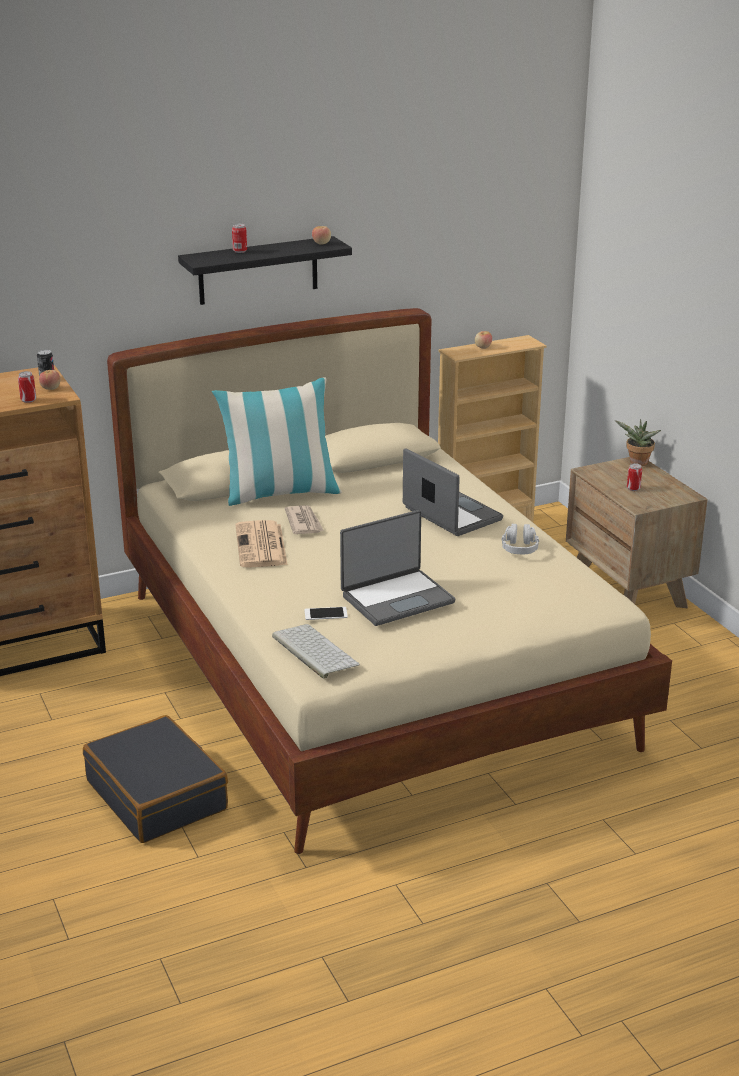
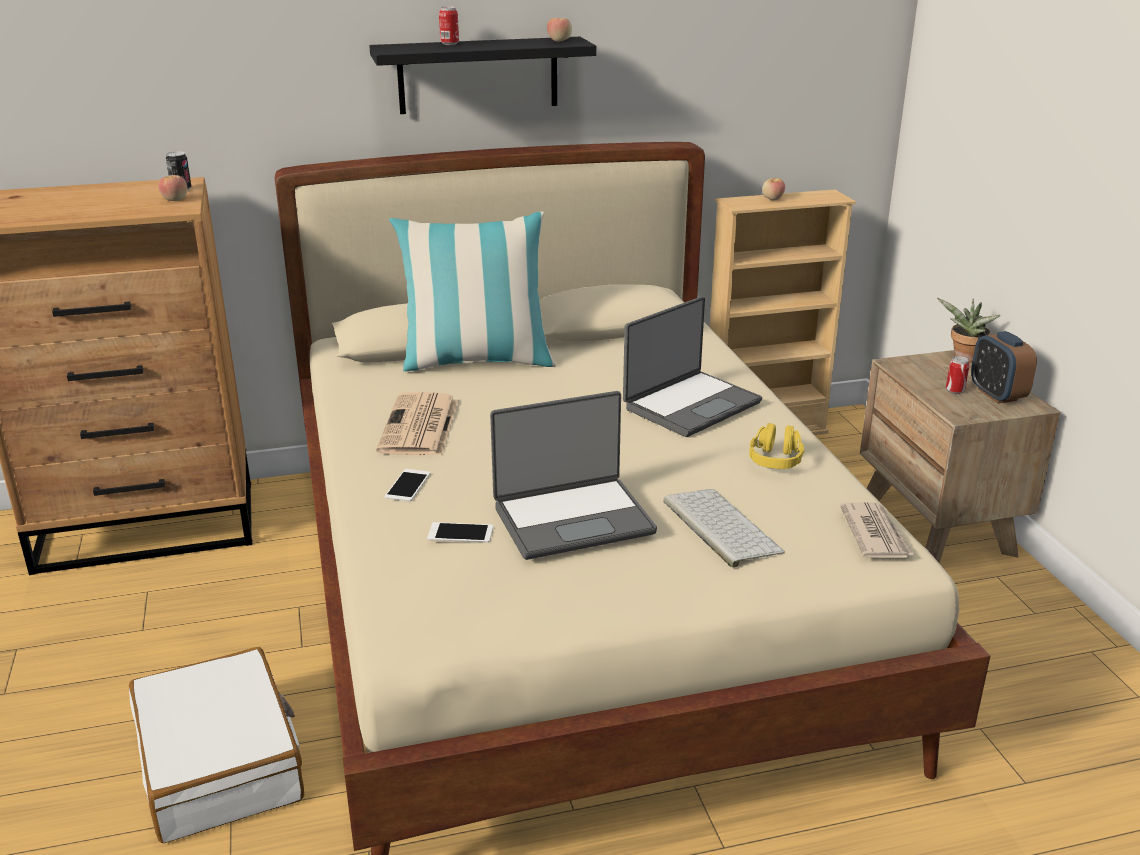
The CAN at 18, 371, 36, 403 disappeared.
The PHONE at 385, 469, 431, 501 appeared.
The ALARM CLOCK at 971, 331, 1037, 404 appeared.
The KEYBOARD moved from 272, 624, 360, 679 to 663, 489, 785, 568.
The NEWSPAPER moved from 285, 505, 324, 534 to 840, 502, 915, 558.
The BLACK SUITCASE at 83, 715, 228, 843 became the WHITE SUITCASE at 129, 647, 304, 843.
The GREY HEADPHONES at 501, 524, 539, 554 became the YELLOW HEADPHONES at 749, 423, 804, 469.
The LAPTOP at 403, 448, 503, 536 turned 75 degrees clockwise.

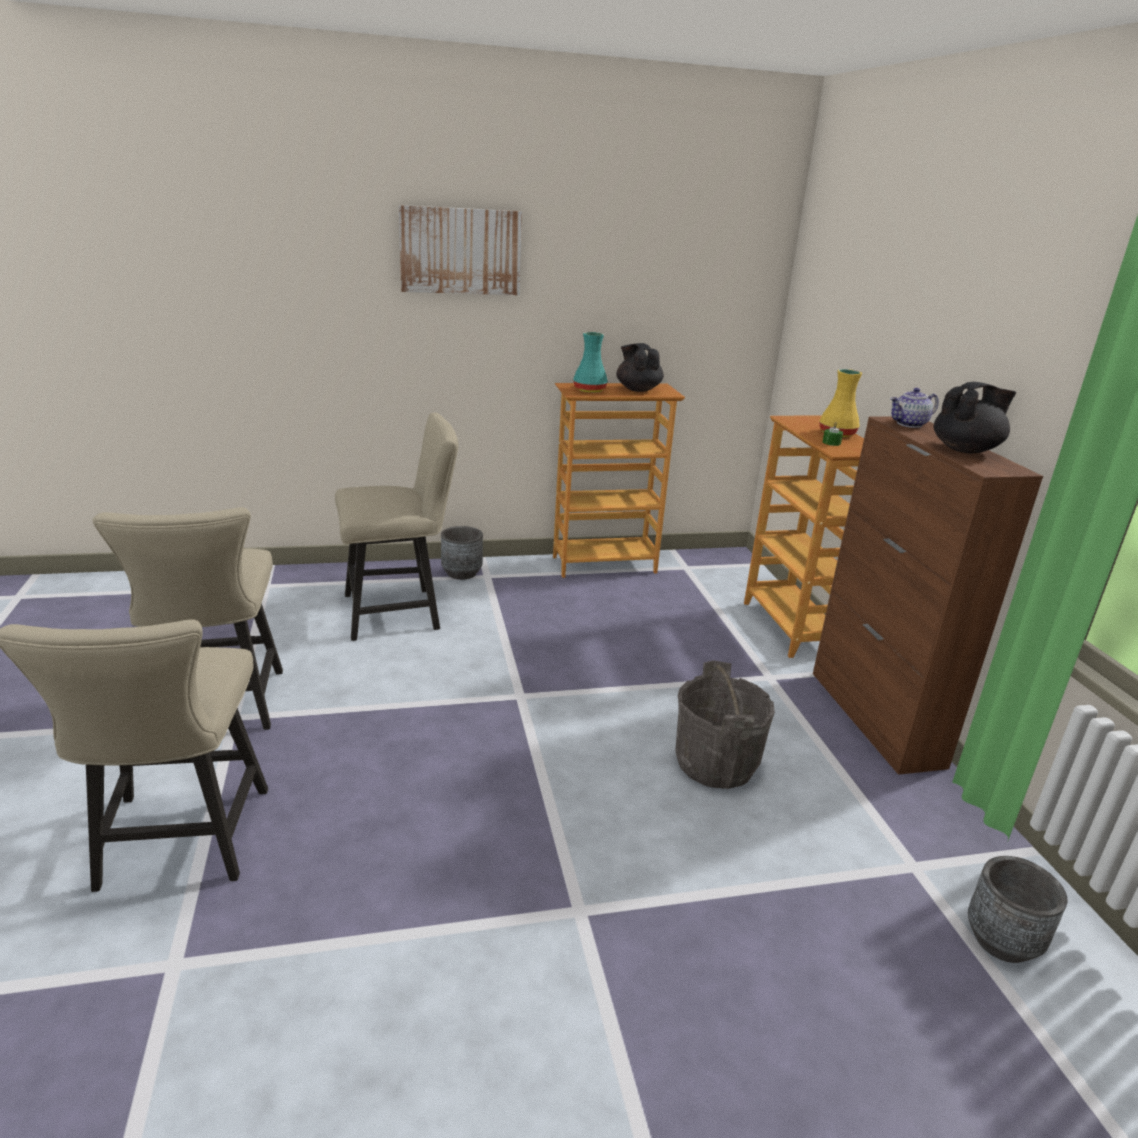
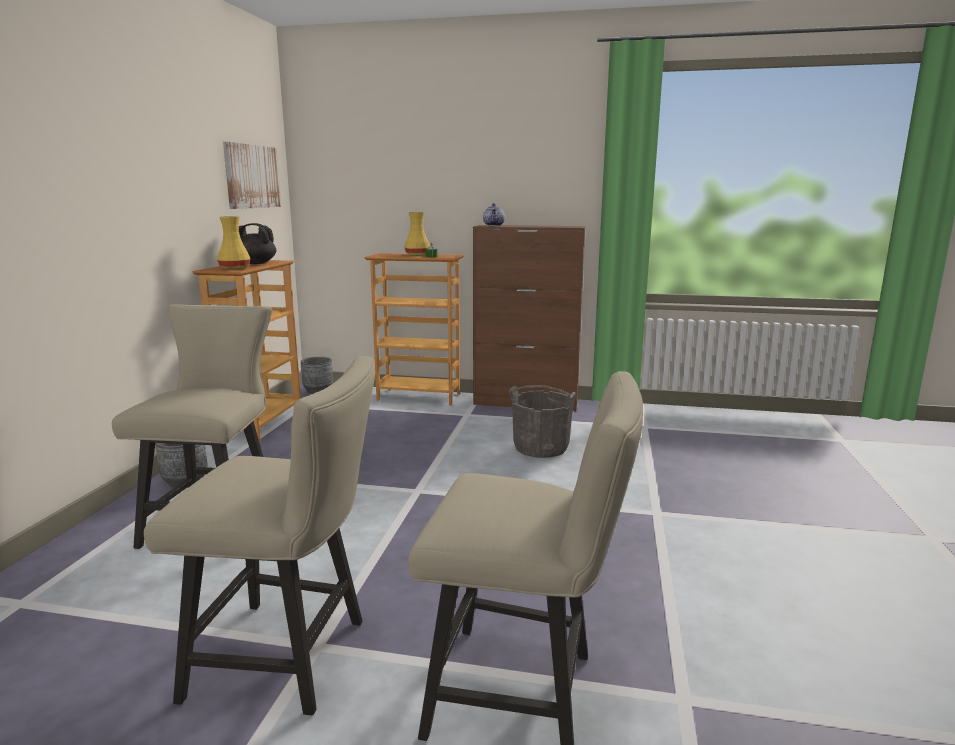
The BLACK TEAPOT at 933, 382, 1016, 453 disappeared.
The PICTURE moved from 399, 205, 522, 295 to 223, 142, 281, 209.
The GREY PLANTER moved from 968, 856, 1068, 963 to 301, 357, 333, 394.
The TURQUOISE VASE at 573, 332, 608, 393 became the YELLOW VASE at 217, 216, 250, 269.

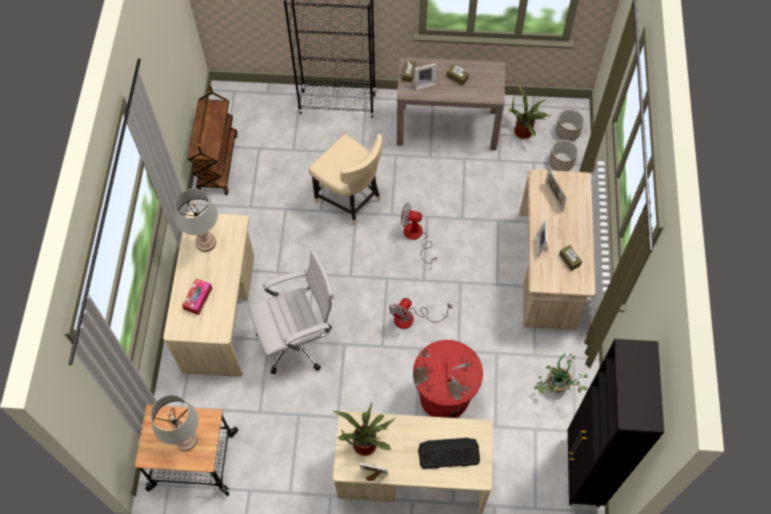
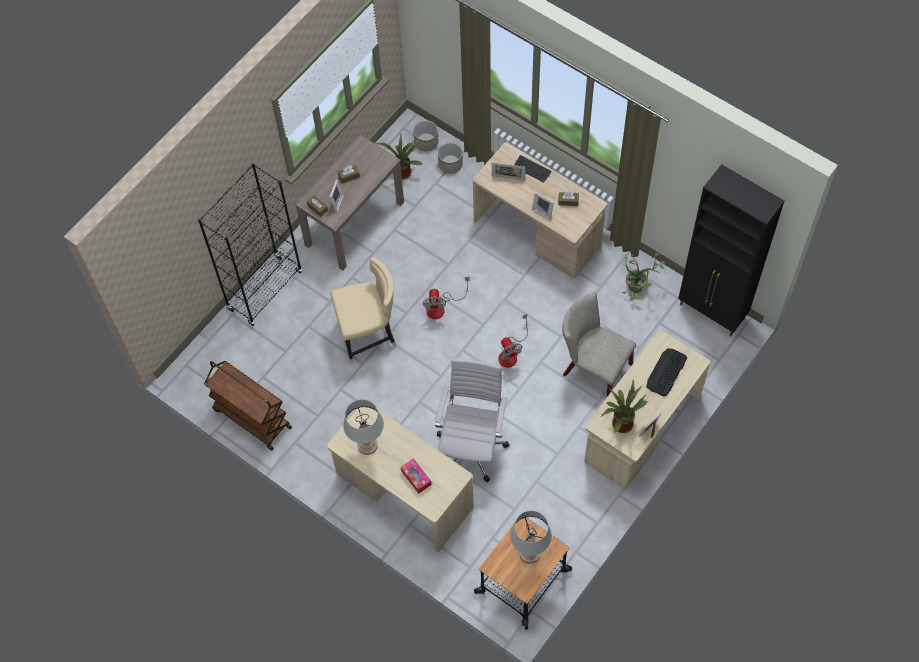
The KEYBOARD at 514, 155, 552, 183 appeared.
The RED TRASH CAN at 413, 340, 483, 418 was replaced by the BEIGE CHAIR at 562, 292, 636, 397.
The FAN at 401, 203, 437, 264 turned 45 degrees counterclockwise.

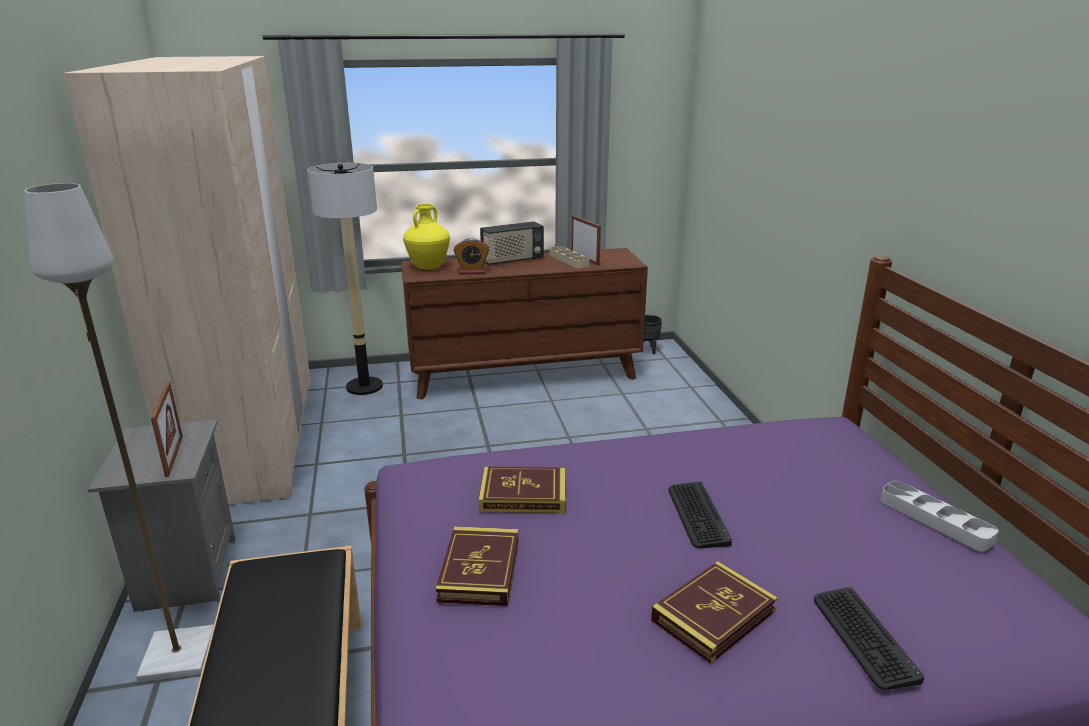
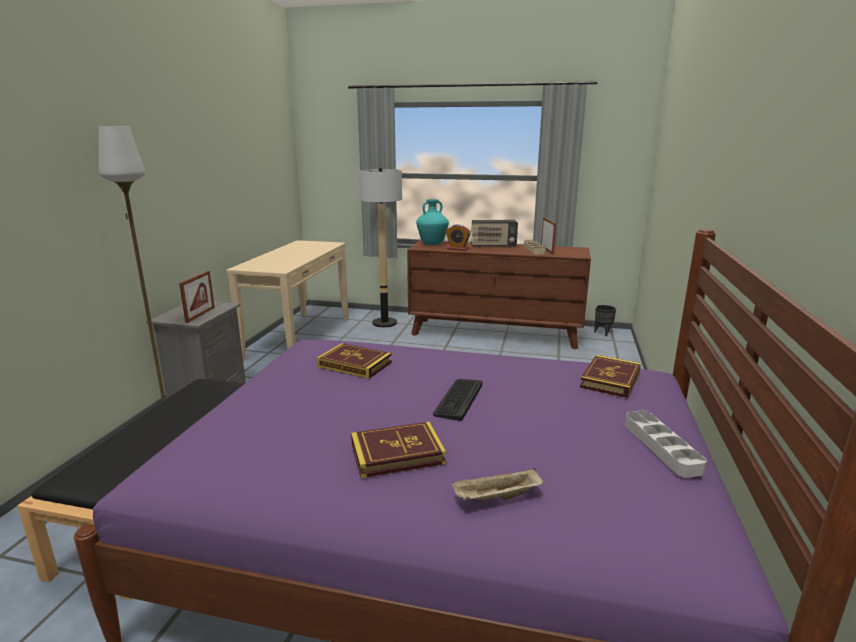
The BOOK moved from 436, 526, 518, 606 to 580, 355, 641, 398.
The BEIGE WARDROBE at 64, 56, 311, 505 was replaced by the BEIGE CONSOLE TABLE at 226, 240, 349, 361.
The KEYBOARD at 814, 587, 924, 690 was replaced by the BEIGE TRAY at 452, 468, 543, 501.
The YELLOW VASE at 403, 204, 450, 270 became the TURQUOISE VASE at 416, 199, 449, 245.

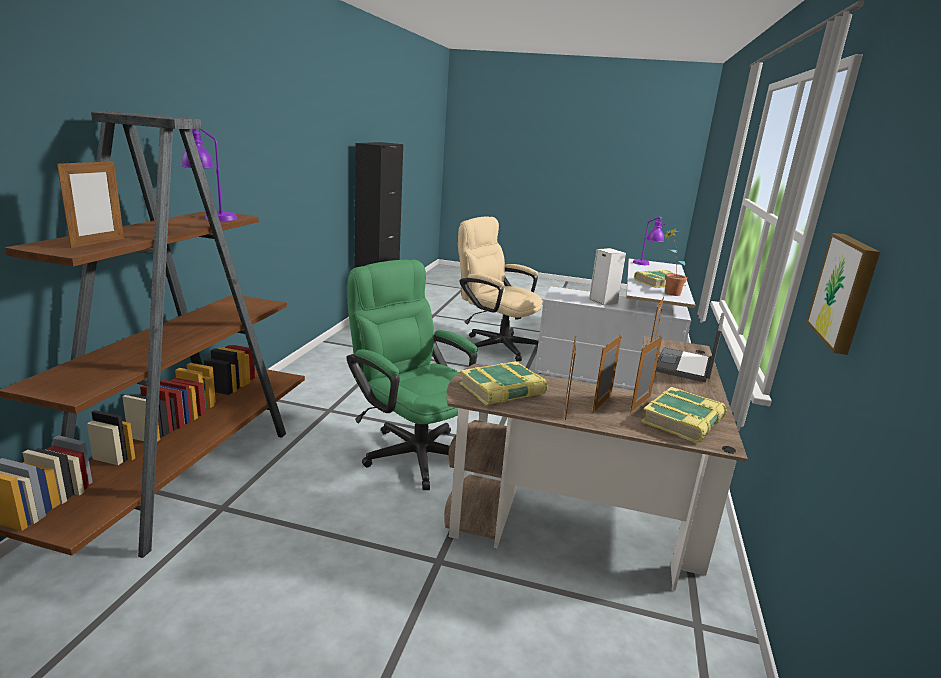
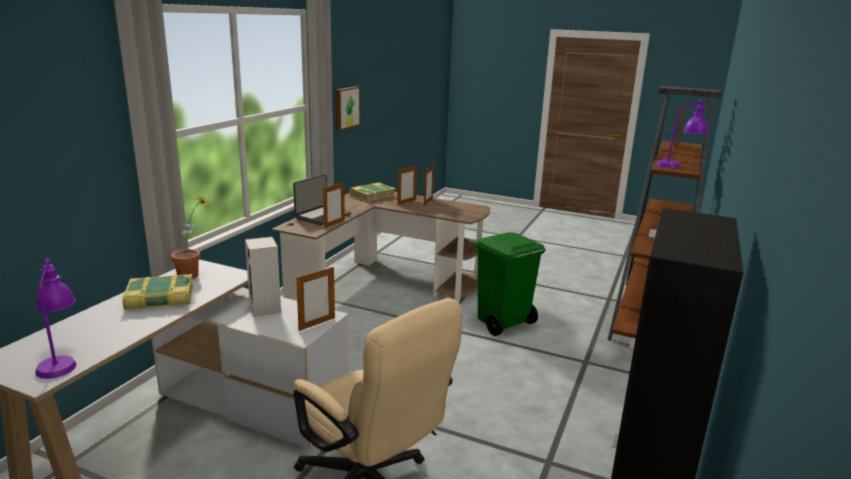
The BOOK at 460, 361, 547, 405 disappeared.
The PICTURE FRAME moved from 630, 336, 662, 412 to 296, 266, 335, 331.
The GREEN OFFICE CHAIR at 346, 260, 477, 490 was replaced by the GREEN TRASH CAN at 475, 232, 546, 336.

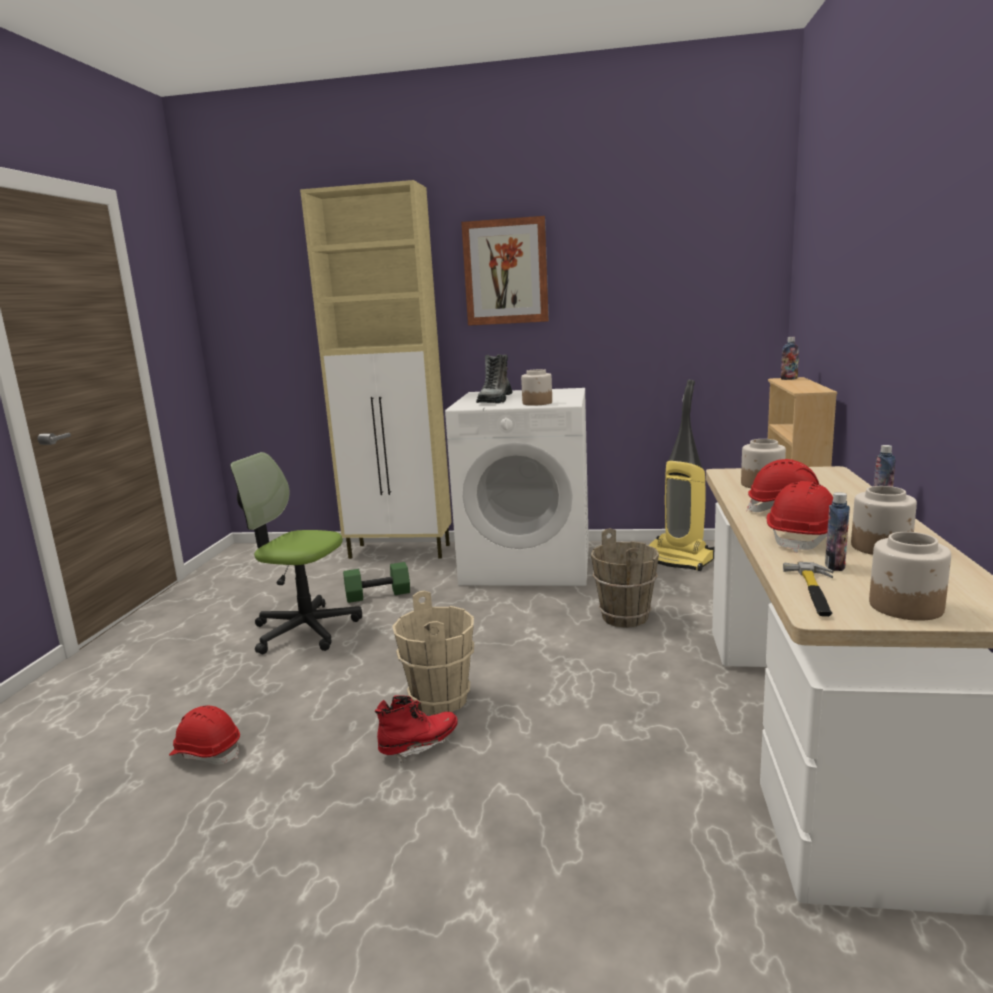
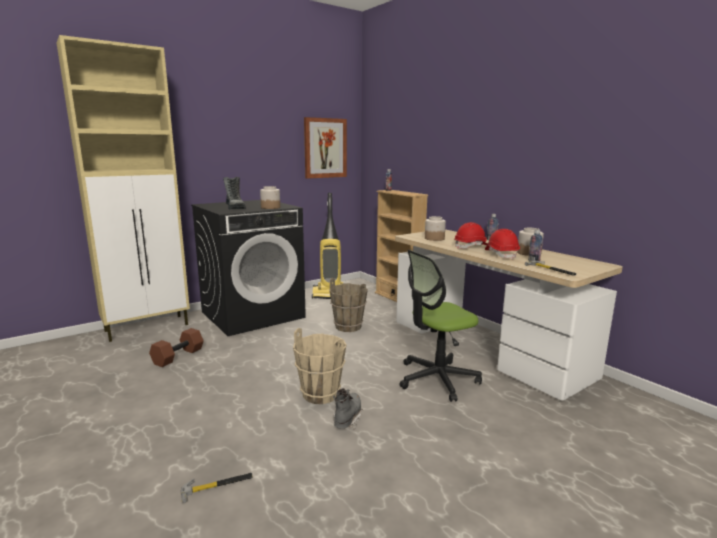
The JAR at 869, 532, 951, 621 disappeared.
The OFFICE CHAIR moved from 230, 452, 362, 654 to 399, 250, 482, 402.
The PICTURE moved from 461, 216, 549, 326 to 304, 117, 347, 179.
The RED HARD HAT at 169, 705, 240, 765 was replaced by the HAMMER at 181, 473, 253, 503.
The GREEN DUMBBELL at 343, 562, 410, 603 became the BROWN DUMBBELL at 149, 328, 204, 367.
The RED BOOT at 375, 695, 458, 764 became the GREY BOOT at 333, 388, 363, 429.
The WHITE WASHING MACHINE at 445, 388, 589, 586 became the BLACK WASHING MACHINE at 191, 200, 306, 336.

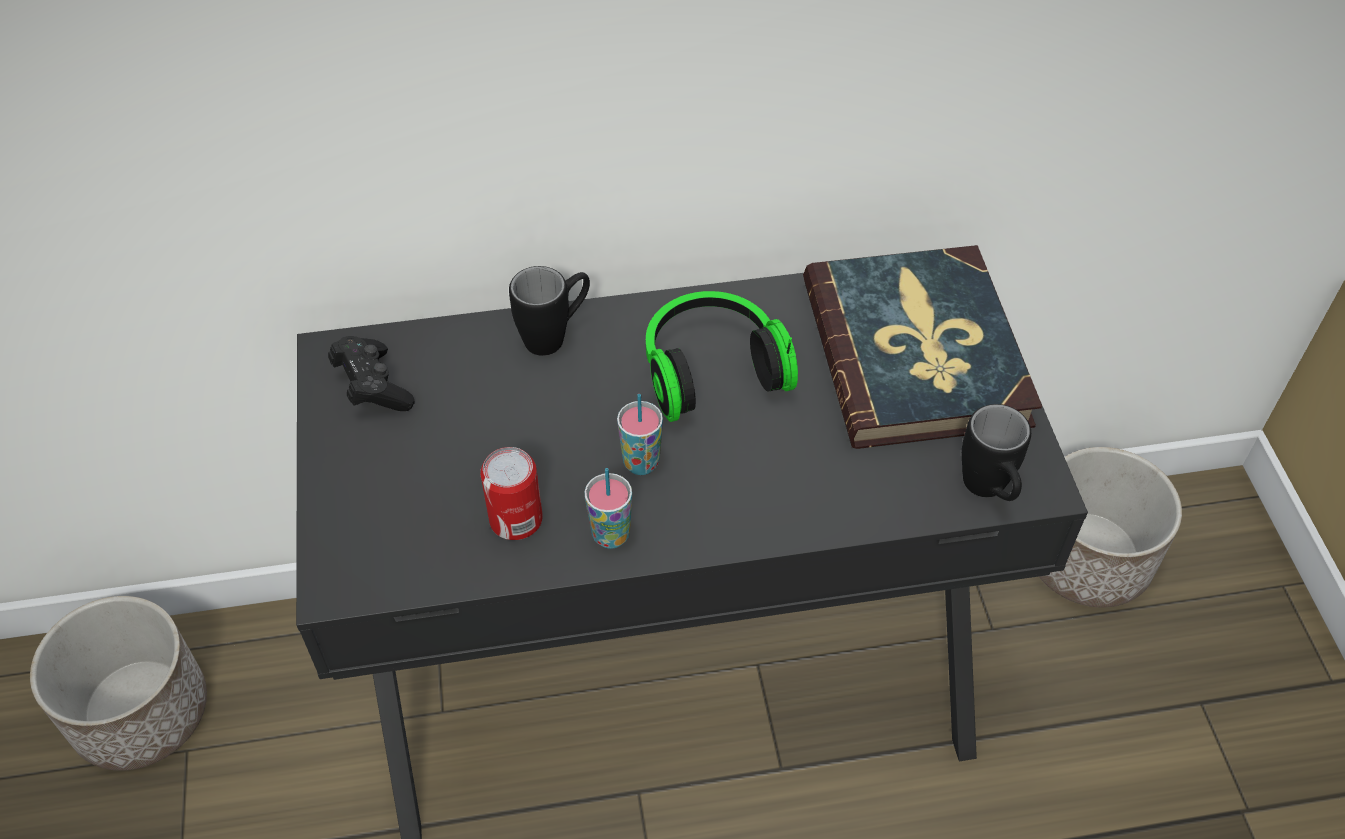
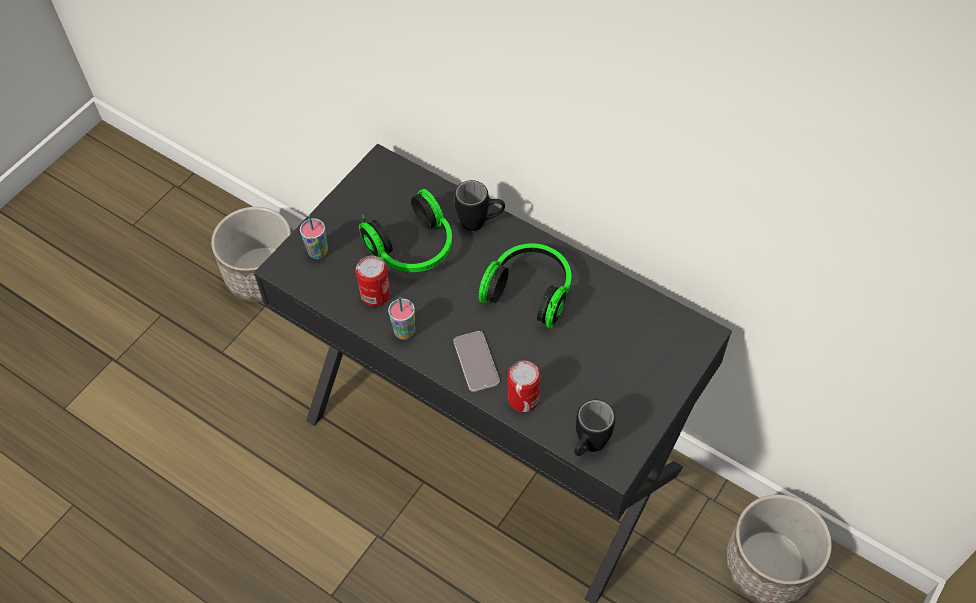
The BLACK GAME CONTROLLER at 328, 336, 415, 411 disappeared.
The BOOK at 803, 245, 1042, 449 disappeared.
The HEADPHONES at 359, 189, 452, 273 appeared.
The PHONE at 454, 331, 500, 392 appeared.
The CAN at 508, 361, 540, 412 appeared.
The CUP moved from 617, 394, 663, 475 to 300, 215, 328, 259.

